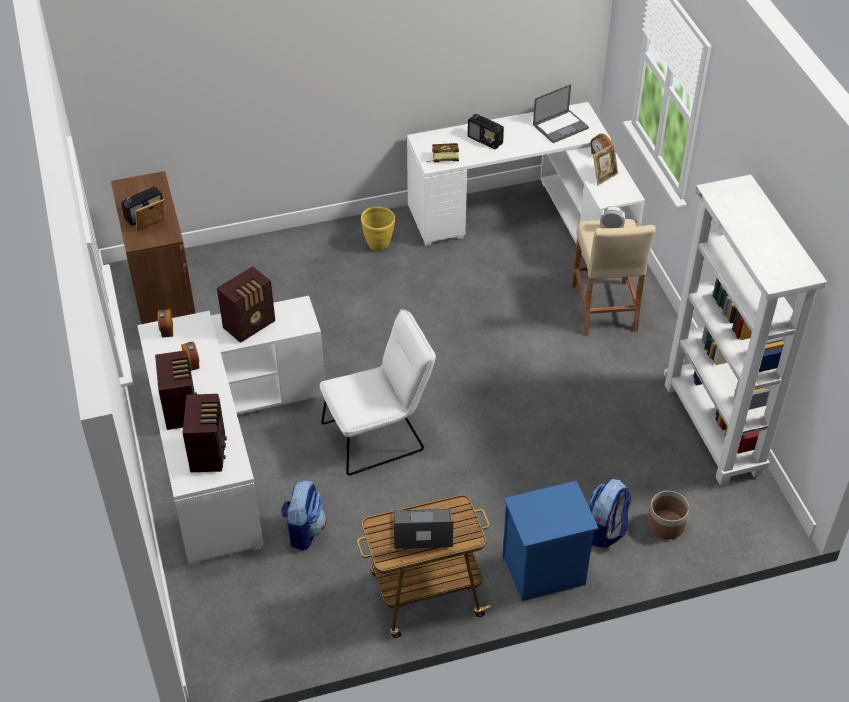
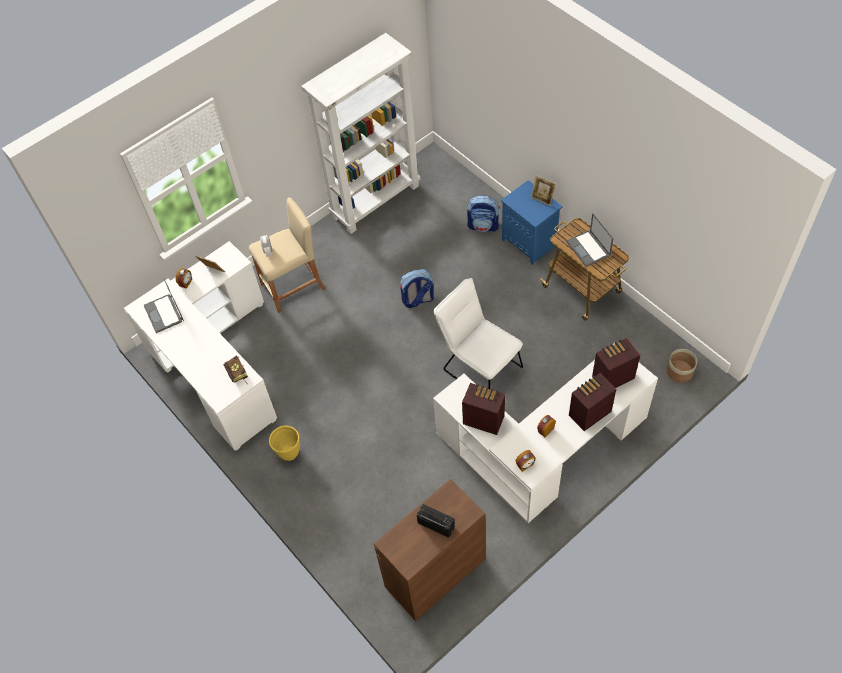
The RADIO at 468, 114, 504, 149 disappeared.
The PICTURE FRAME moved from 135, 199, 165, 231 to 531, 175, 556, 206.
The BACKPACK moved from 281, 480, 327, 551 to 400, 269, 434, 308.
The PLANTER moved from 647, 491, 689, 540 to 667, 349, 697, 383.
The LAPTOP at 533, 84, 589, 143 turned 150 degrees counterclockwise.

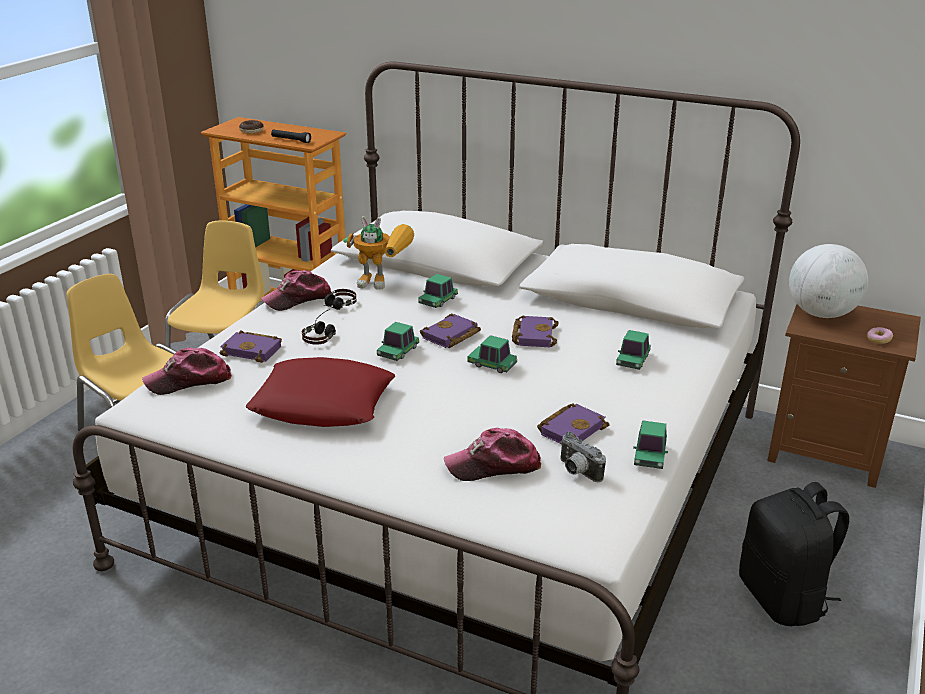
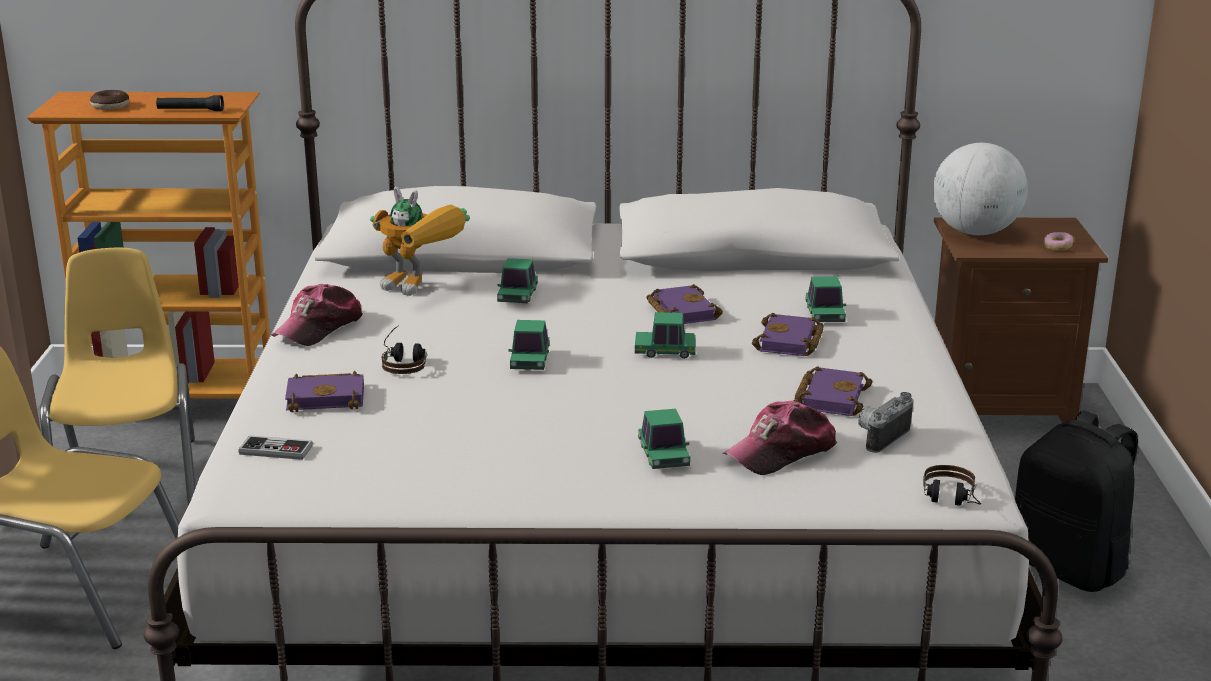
The RED PILLOW at 246, 357, 395, 427 disappeared.
The HEADPHONES moved from 324, 289, 357, 310 to 923, 465, 981, 506.
The PURPLE BOOK moved from 420, 313, 481, 348 to 752, 313, 824, 356.
The TOY CAR moved from 633, 420, 668, 469 to 638, 409, 690, 469.
The CAP at 142, 348, 232, 395 was replaced by the GAME CONTROLLER at 239, 435, 313, 460.
The TOY ROBOT at 343, 216, 414, 290 turned 45 degrees clockwise.
The PHOTO CAMERA at 560, 432, 606, 482 turned 105 degrees clockwise.

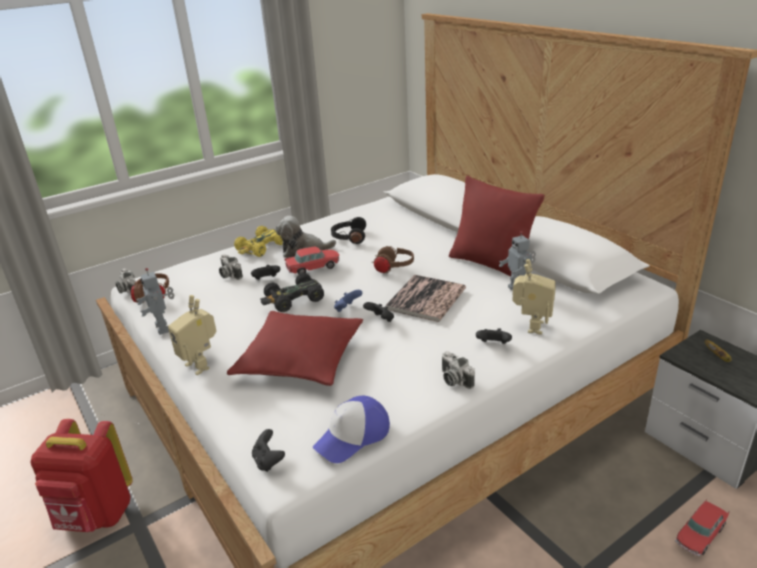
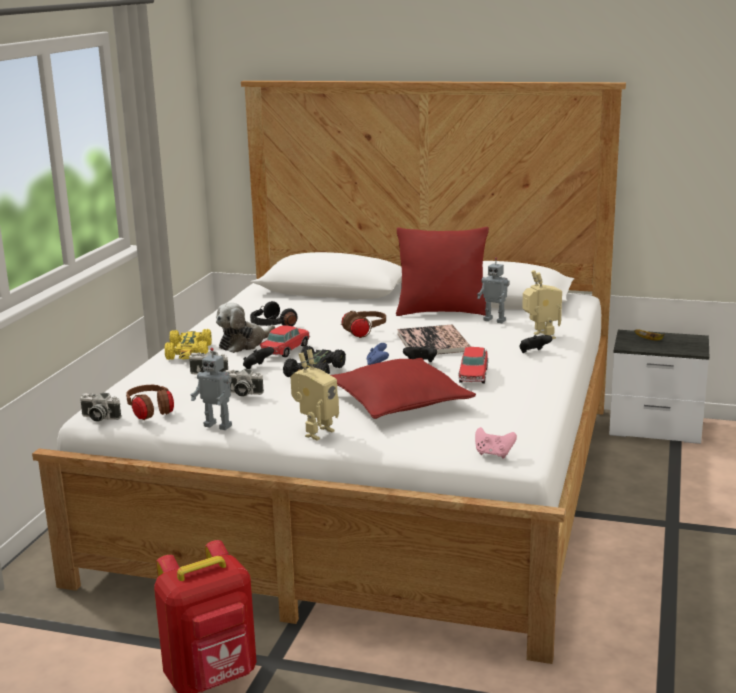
The CAP at 312, 395, 390, 463 disappeared.
The PHOTO CAMERA moved from 442, 351, 475, 389 to 225, 369, 264, 396.
The TOY CAR moved from 675, 499, 729, 556 to 459, 347, 488, 383.
The BLACK GAME CONTROLLER at 252, 429, 285, 472 became the PINK GAME CONTROLLER at 475, 427, 517, 458.
The TOY ROBOT at 168, 295, 216, 375 turned 60 degrees counterclockwise.

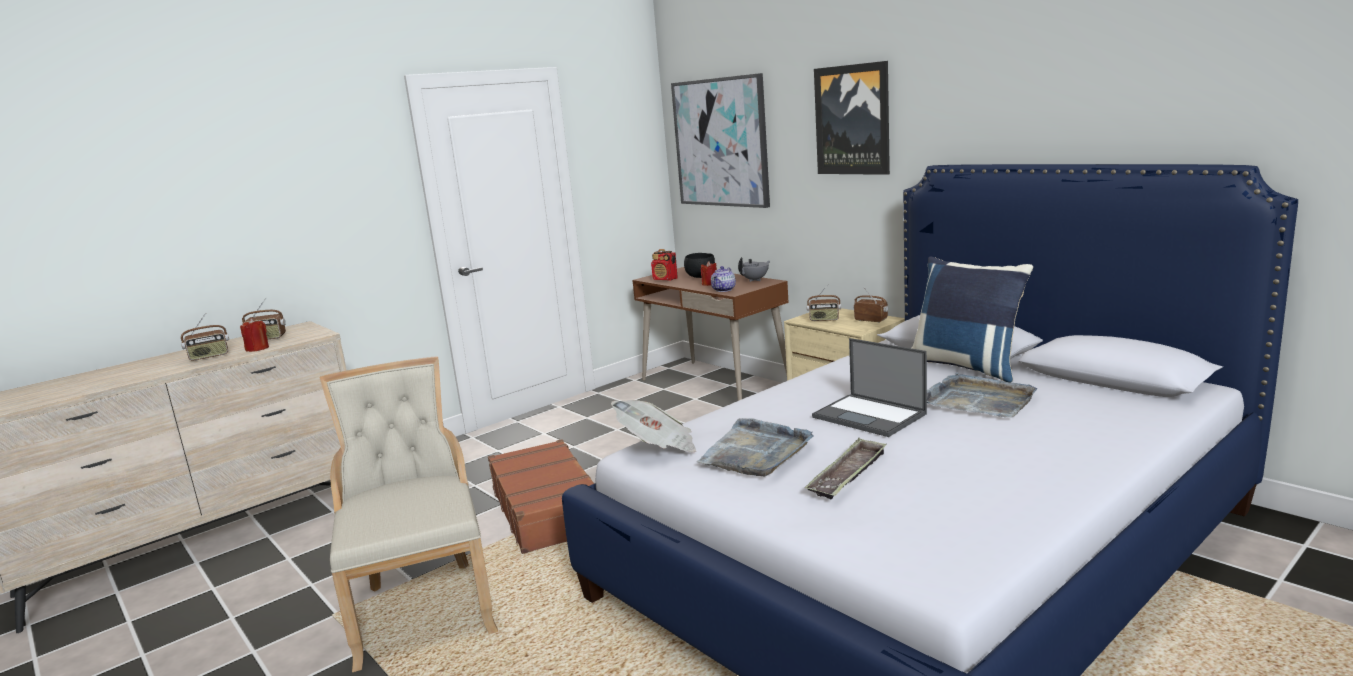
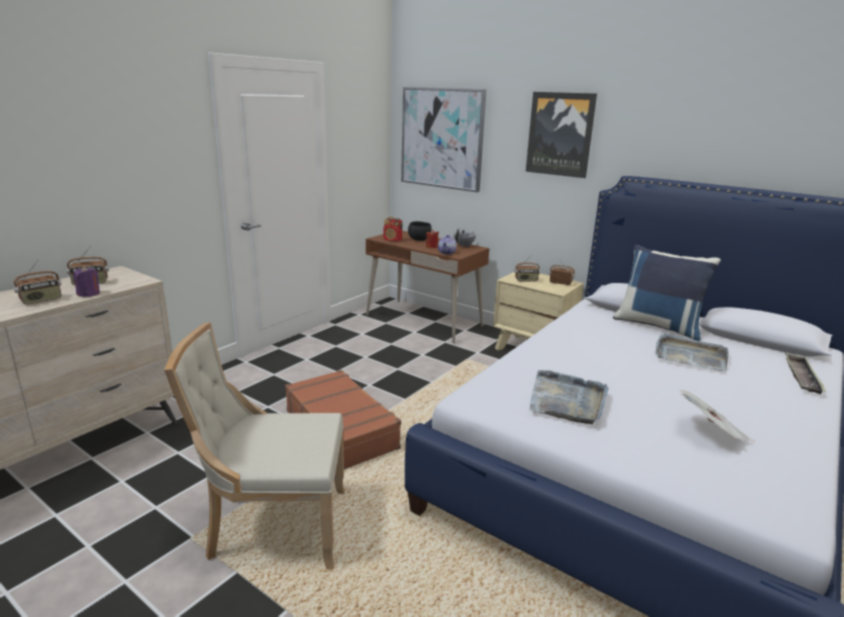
The LAPTOP at 812, 338, 927, 437 disappeared.
The NEWSPAPER moved from 611, 400, 697, 452 to 680, 390, 755, 442.
The TRAY moved from 805, 438, 887, 499 to 784, 352, 827, 394.
The RED CANDLE at 240, 318, 269, 352 became the PURPLE CANDLE at 73, 266, 100, 297.
The BEIGE CHAIR at 320, 356, 498, 672 turned 60 degrees counterclockwise.

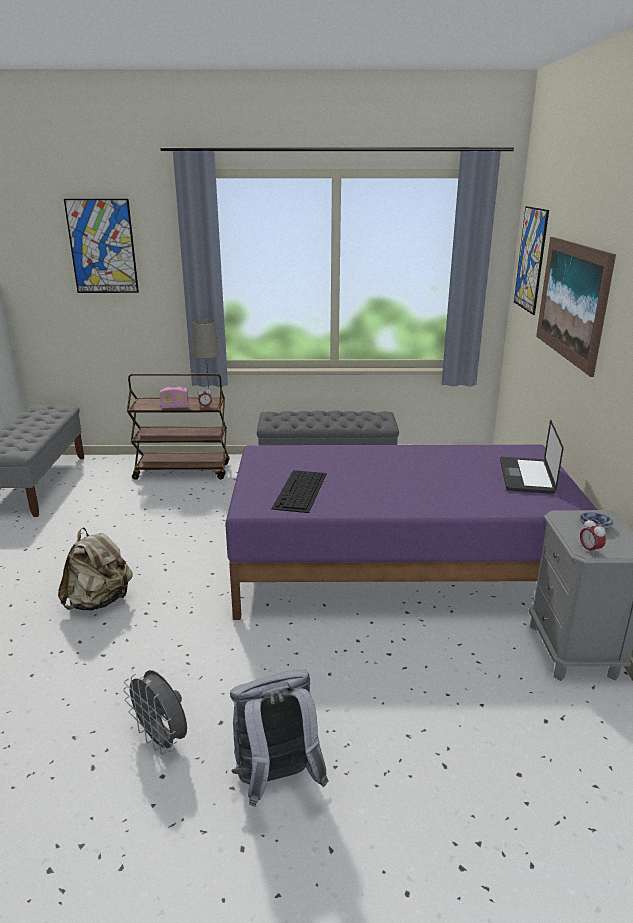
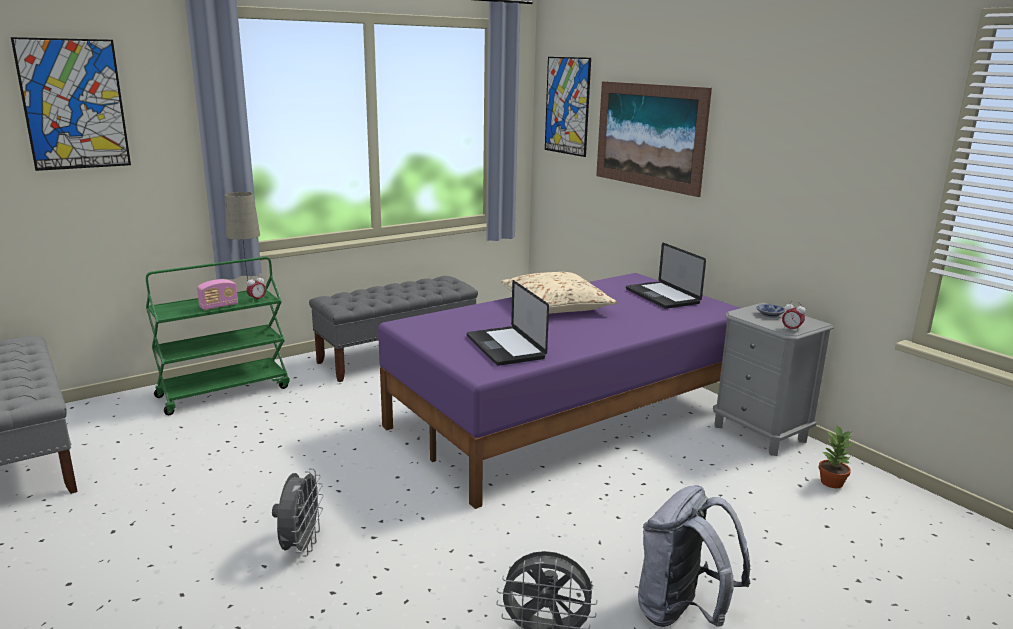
The BEIGE PILLOW at 500, 272, 617, 314 appeared.
The POTTED PLANT at 819, 425, 853, 488 appeared.
The BEIGE BACKPACK at 58, 528, 133, 611 was replaced by the GREY FAN at 272, 468, 324, 556.
The KEYBOARD at 271, 470, 327, 513 was replaced by the LAPTOP at 467, 280, 549, 366.
The BROWN CART at 127, 373, 230, 480 became the GREEN CART at 146, 257, 289, 415.

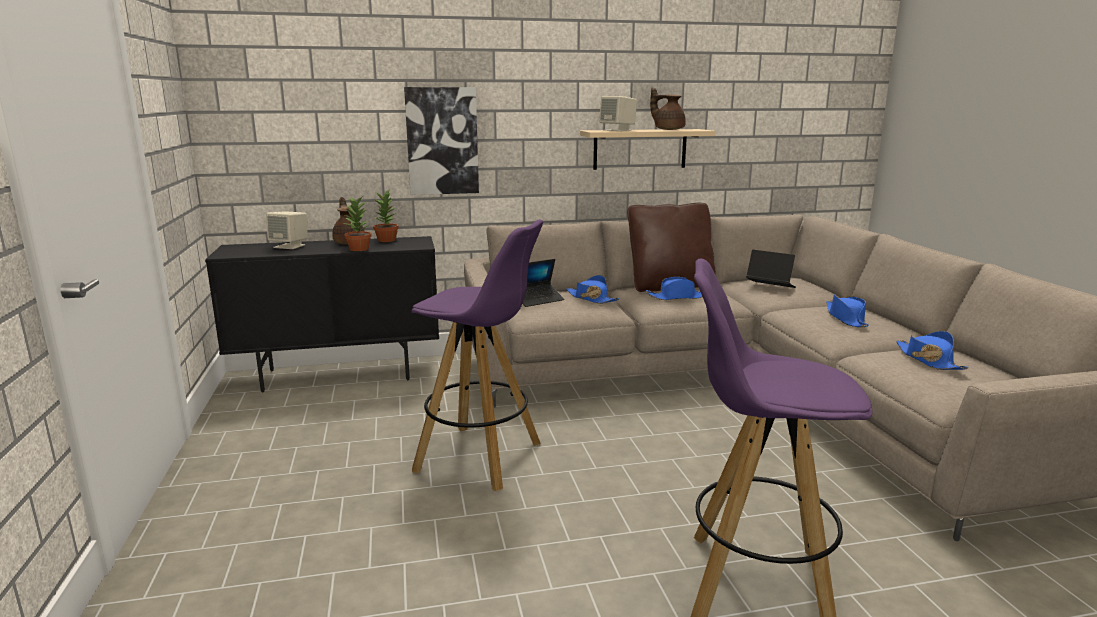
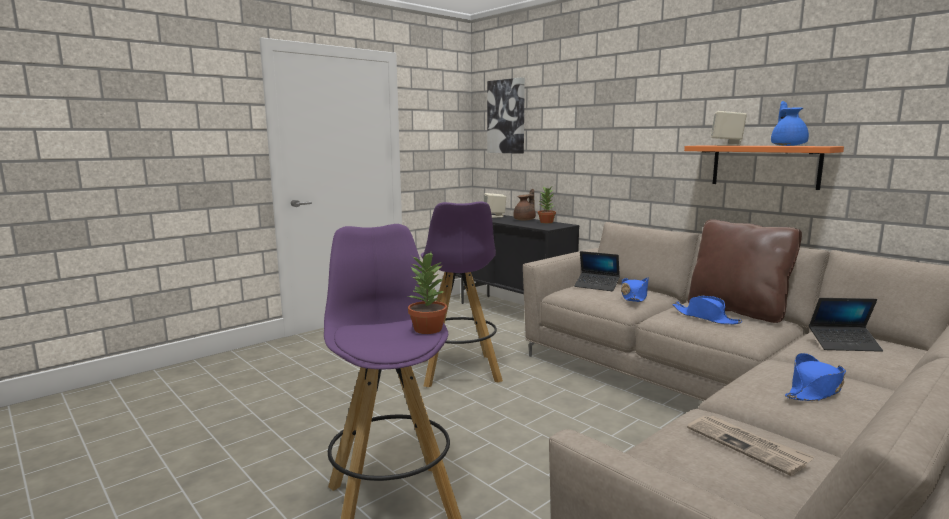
The POTTED PLANT moved from 344, 197, 371, 251 to 408, 252, 447, 334.
The PICTURE moved from 404, 87, 479, 195 to 487, 77, 525, 154.
The BLUE HAT at 896, 331, 969, 370 was replaced by the NEWSPAPER at 687, 416, 815, 476.
The BEIGE SHELF at 580, 129, 716, 170 became the ORANGE SHELF at 684, 145, 844, 190.
The BROWN TEAPOT at 650, 88, 686, 130 became the BLUE TEAPOT at 771, 101, 809, 146.
The LAPTOP at 746, 250, 796, 288 turned 90 degrees clockwise.

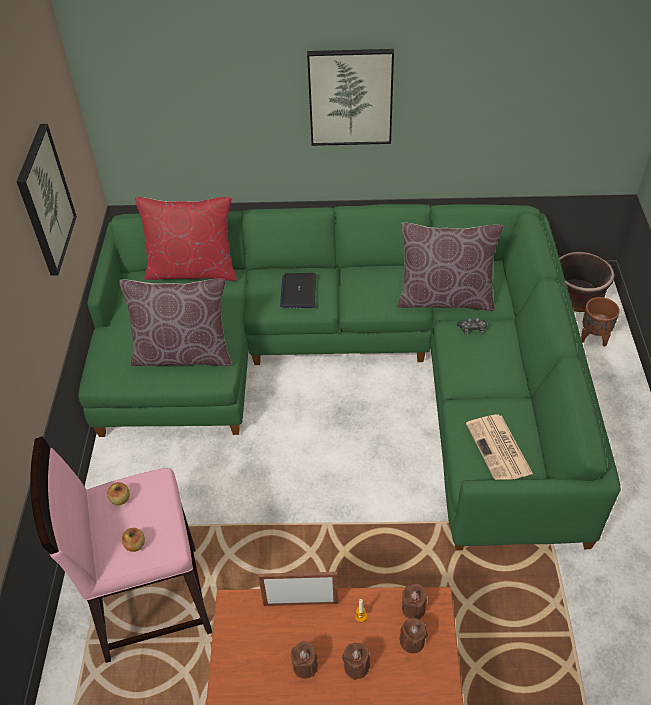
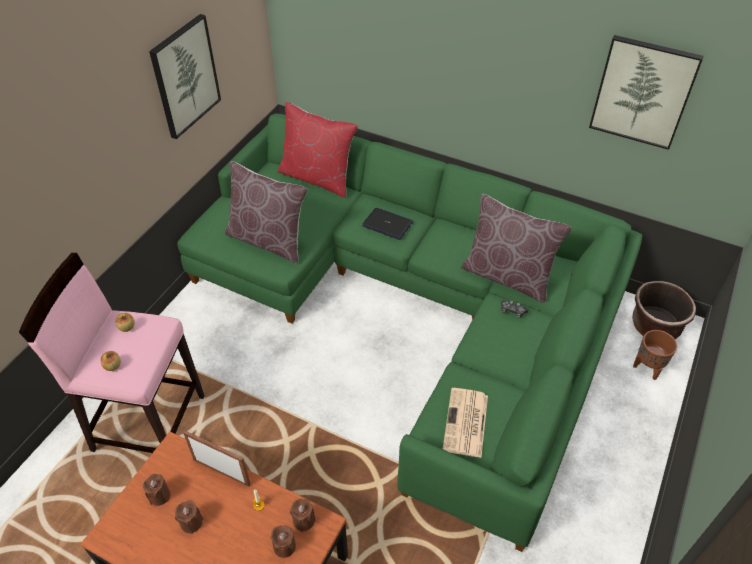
The PICTURE moved from 307, 49, 394, 146 to 589, 35, 704, 150.
The BROWN CANDLE moved from 342, 642, 370, 680 to 143, 474, 171, 506.
The LAPTOP at 280, 273, 316, 308 turned 90 degrees clockwise.

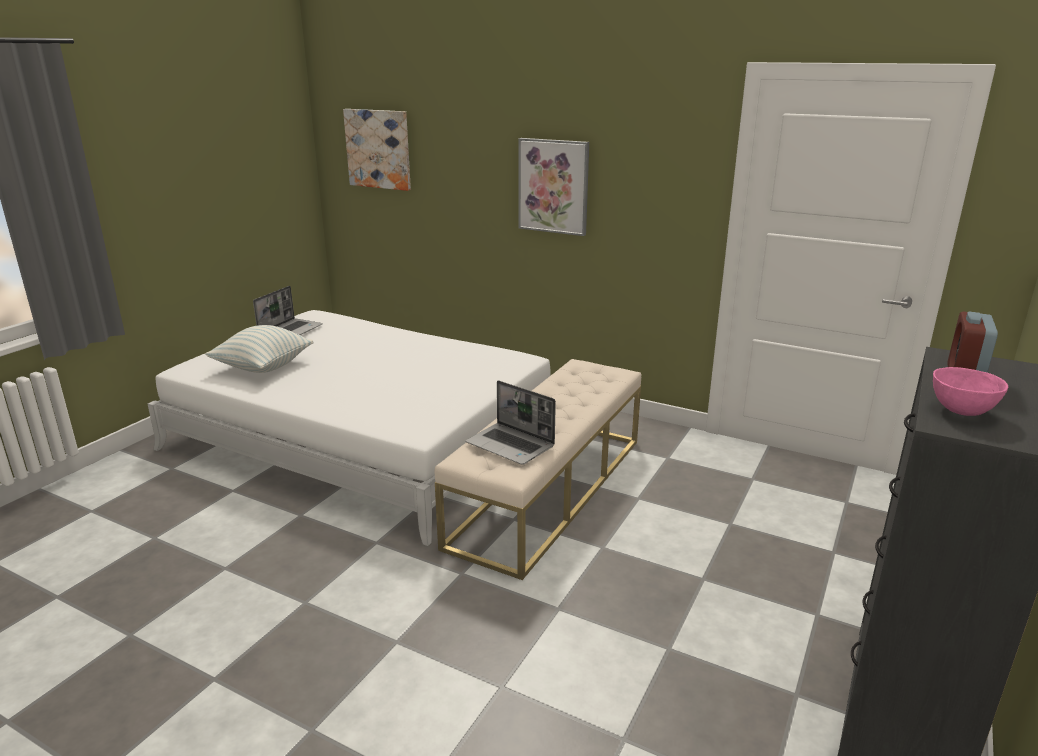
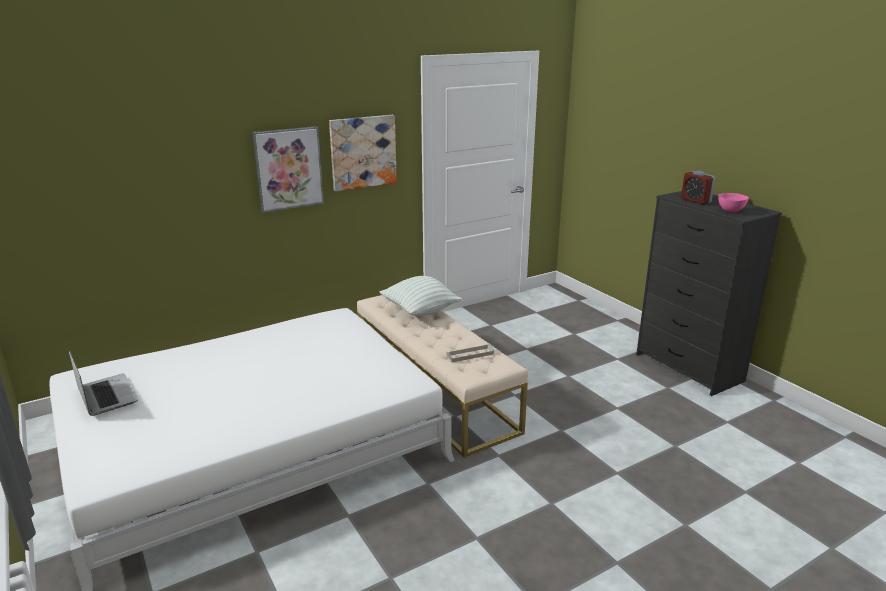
The PILLOW moved from 205, 325, 314, 373 to 380, 276, 462, 316.
The PICTURE moved from 343, 109, 411, 191 to 329, 115, 397, 191.
The LAPTOP at 466, 380, 556, 465 was replaced by the GREY TRAY at 446, 344, 494, 363.

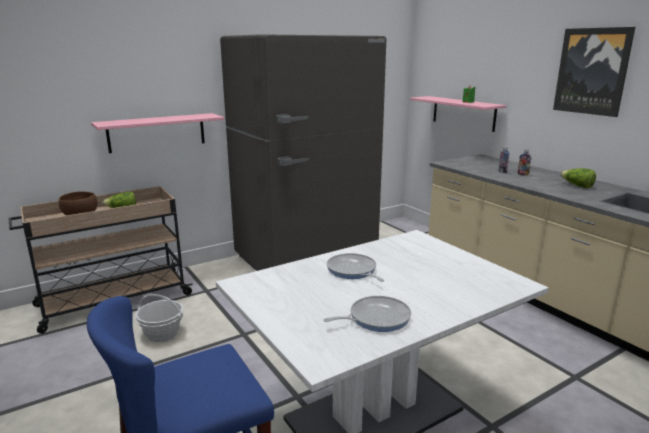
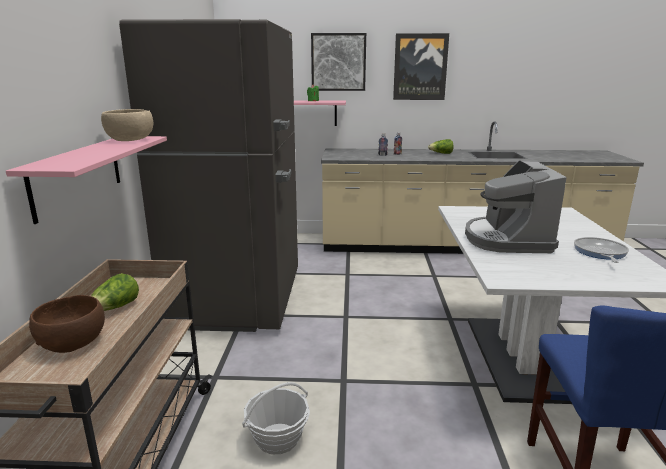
The BEIGE BOWL at 101, 109, 153, 141 appeared.
The PICTURE at 311, 33, 366, 91 appeared.
The FRYING PAN at 327, 253, 385, 282 was replaced by the COFFEE MACHINE at 465, 160, 567, 253.

